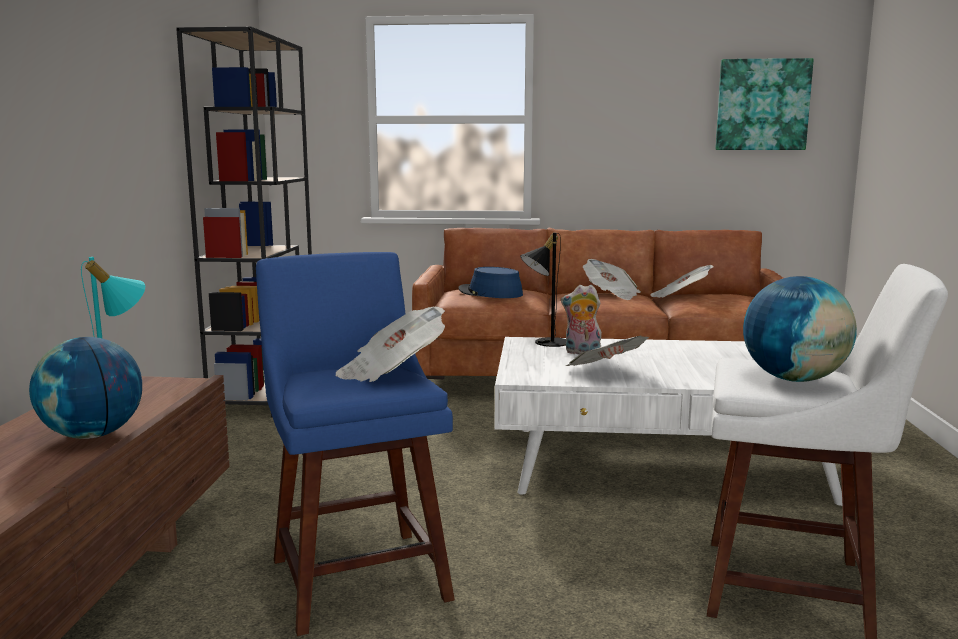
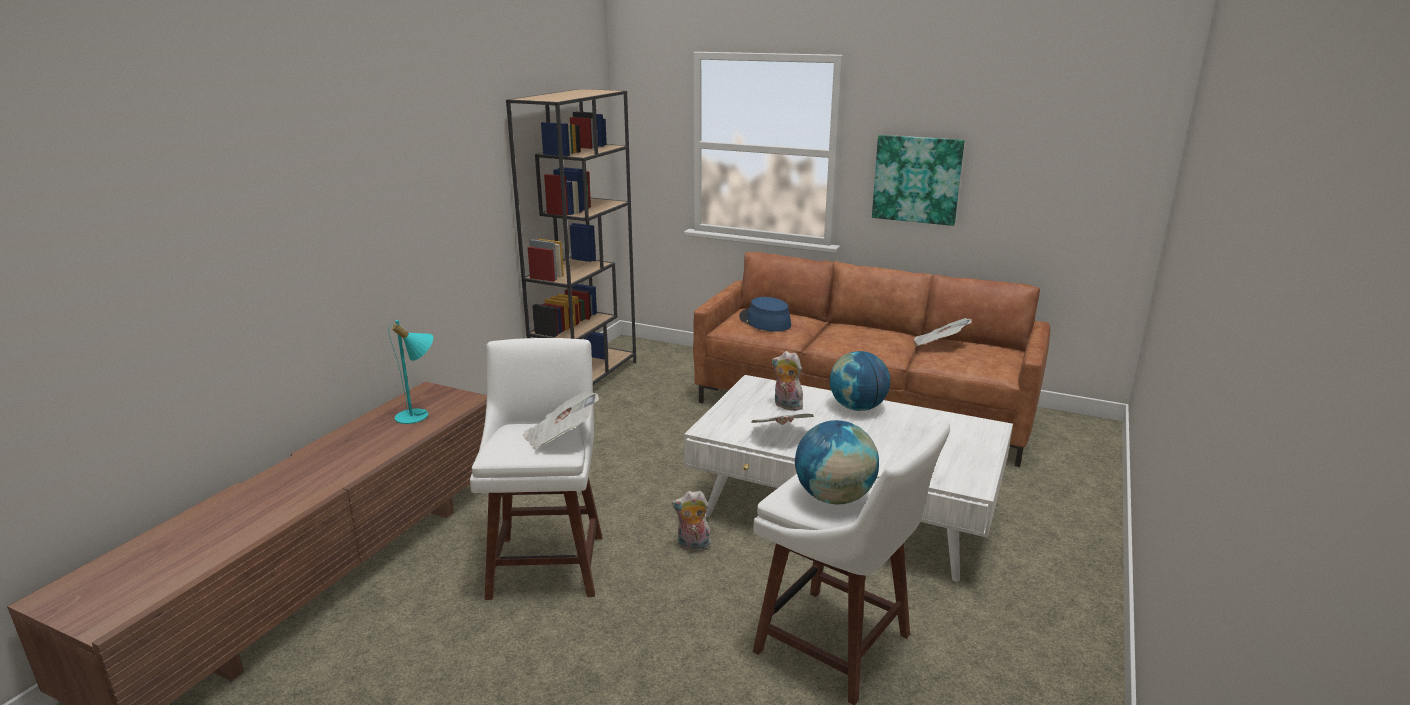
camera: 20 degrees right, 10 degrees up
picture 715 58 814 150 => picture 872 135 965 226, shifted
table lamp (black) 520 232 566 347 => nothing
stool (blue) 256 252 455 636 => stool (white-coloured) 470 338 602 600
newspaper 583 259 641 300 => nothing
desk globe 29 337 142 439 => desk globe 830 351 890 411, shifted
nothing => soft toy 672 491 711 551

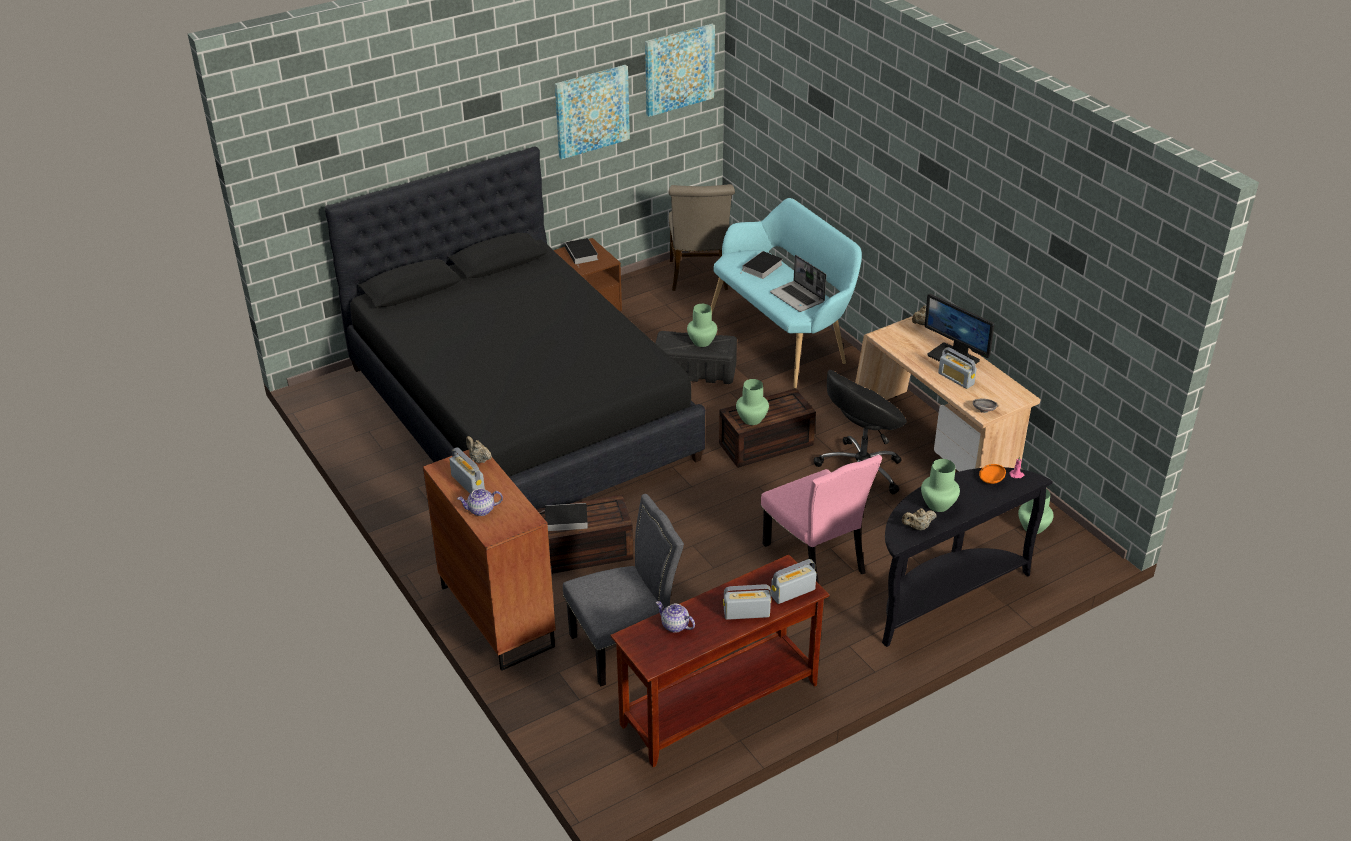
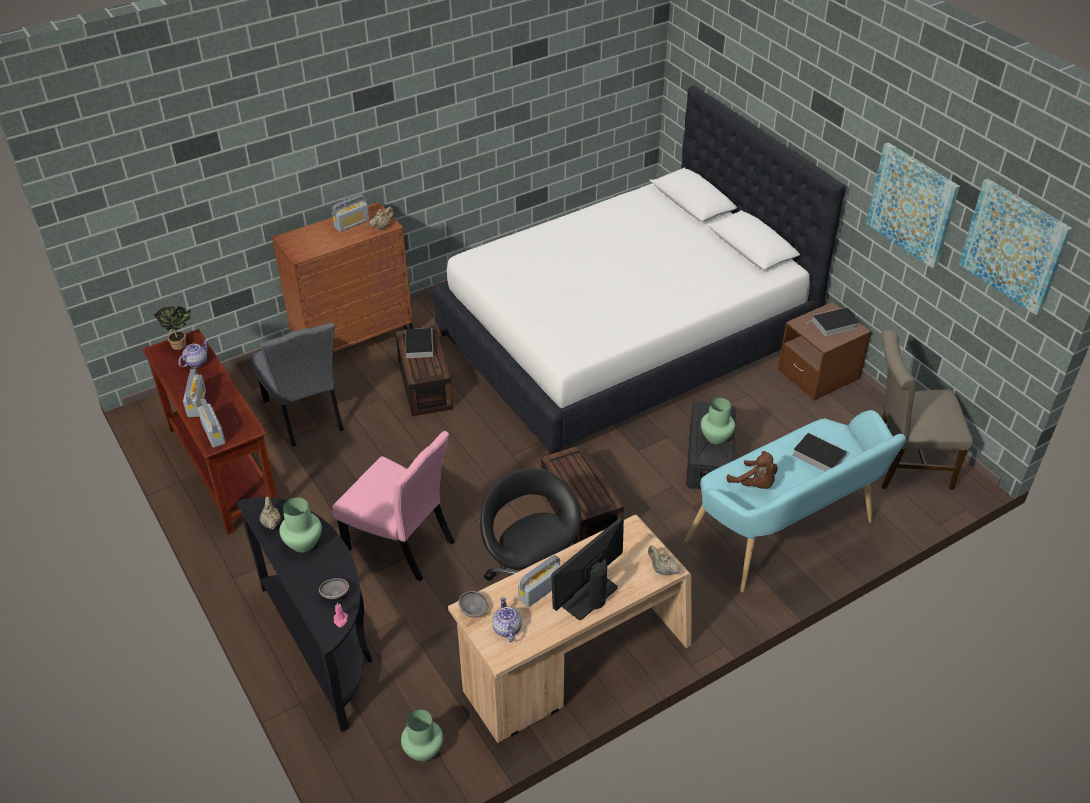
camera: 90 degrees right, 5 degrees up
bedroom bed (black) 325 147 705 509 => bedroom bed (white-coloured) 433 86 845 455
portable computer 770 255 826 312 => soft toy (brown-coloured) 727 451 778 489
decorative vase (greenish) 736 379 769 425 => nothing
chair (pinkish) 761 455 882 584 => chair (pinkish) 332 431 455 581, 120 degrees counterclockwise
serving bowl (orangey) 979 464 1006 484 => serving bowl (greyish) 319 578 349 599
tea pot 457 488 503 516 => tea pot 492 596 522 642, shifted
nothing => plant in a pot 154 306 191 350

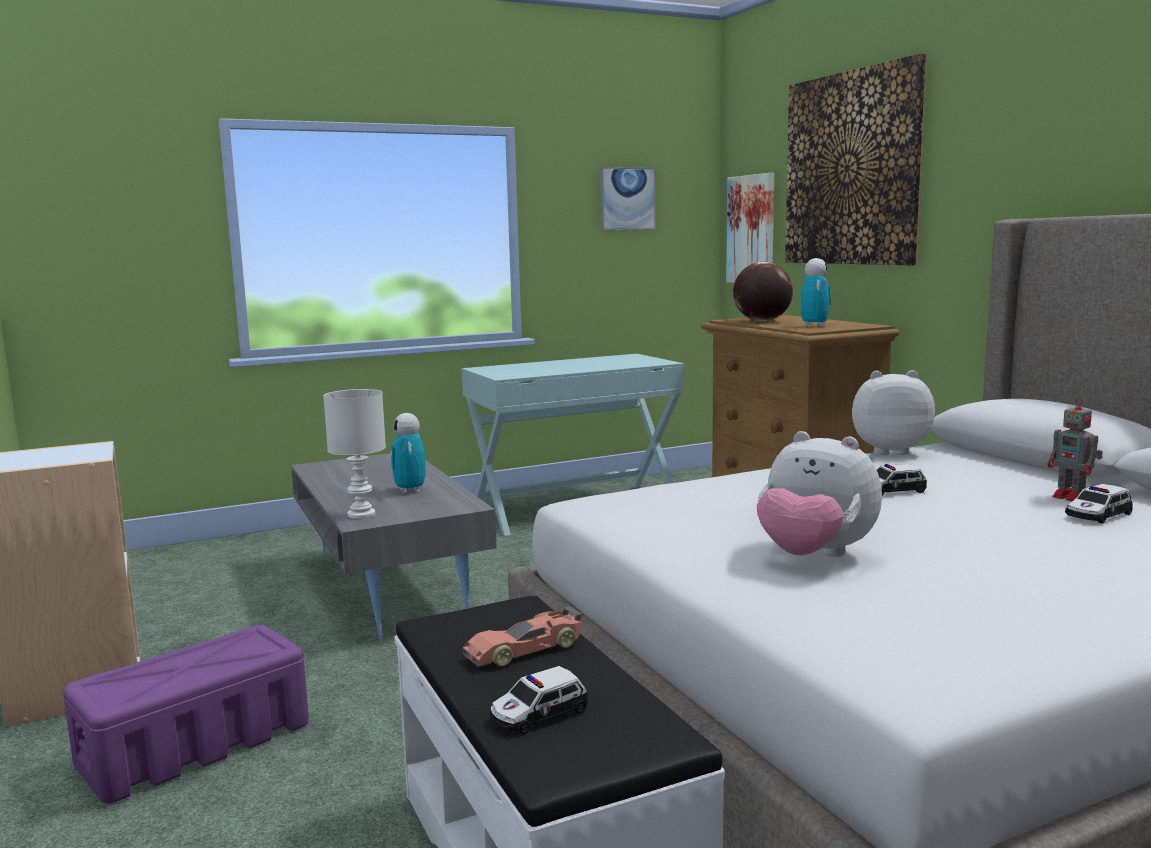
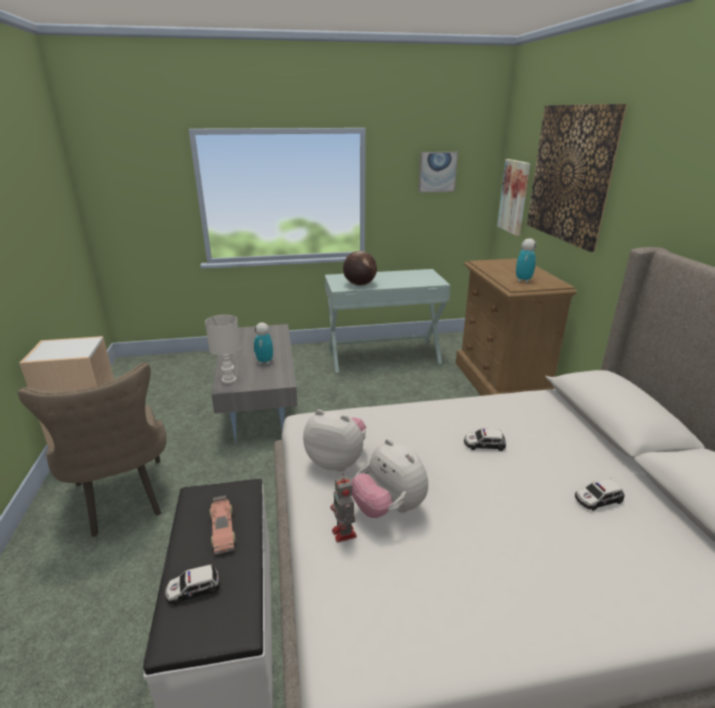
camera: 15 degrees right, 15 degrees up
desk globe 733 262 793 322 => desk globe 343 251 377 286, shifted
soft toy 852 370 935 455 => soft toy 303 409 366 471, shifted
model robot 1047 397 1103 501 => model robot 330 474 357 543, shifted
miniature car 463 606 582 667 => miniature car 210 495 236 554, 90 degrees counterclockwise
storage box (purplish) 63 625 309 804 => chair (beige-coloured) 18 362 167 536

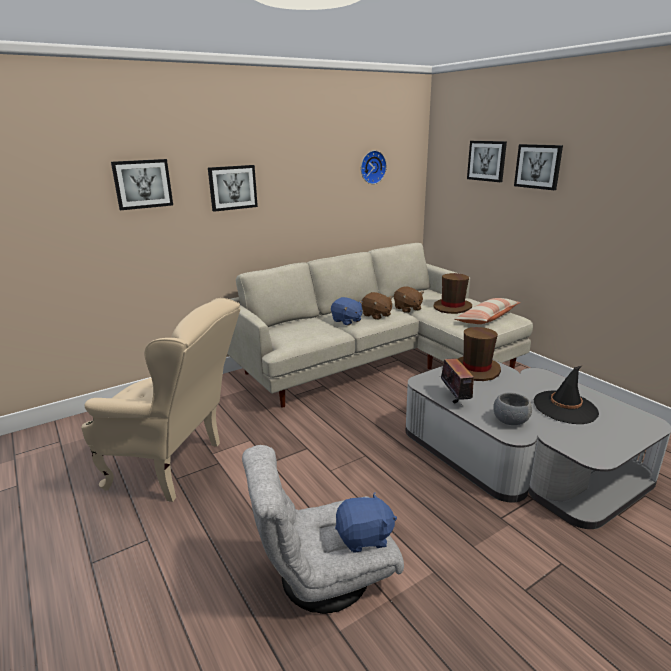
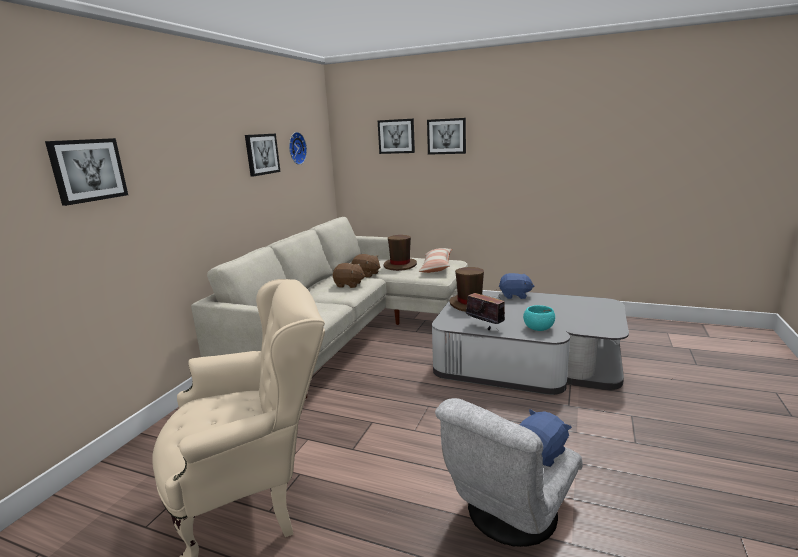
camera: 35 degrees left, 5 degrees down
picture 208 165 258 212 => picture 245 134 280 177, shifted
soft toy (blue) 331 297 363 326 => soft toy (blue) 499 273 534 299, shifted
hat (black) 534 365 599 424 => nothing
serving bowl (greyish) 493 393 532 425 => serving bowl (turquoise-coloured) 523 305 555 331

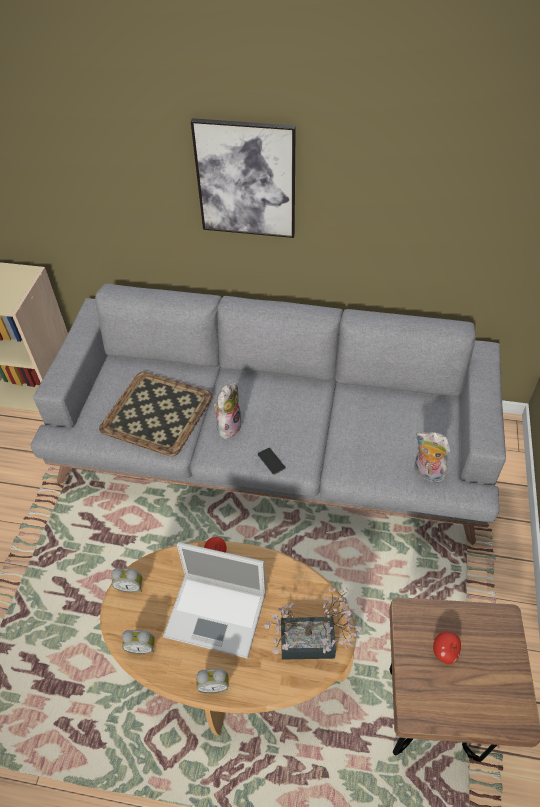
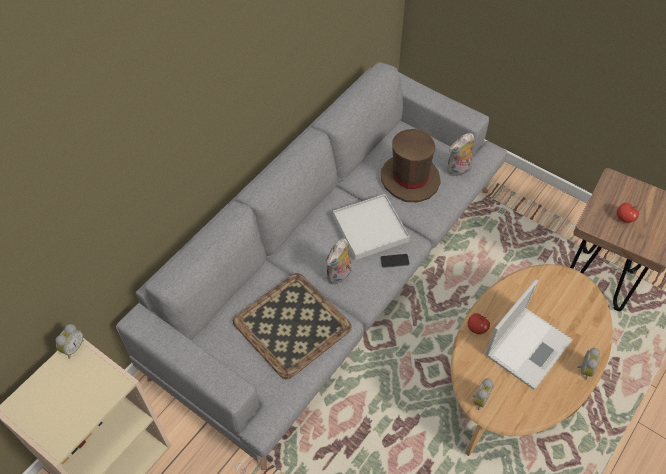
camera: 65 degrees left, 5 degrees up
picture 191 118 296 238 => nothing
soft toy 214 383 243 439 => soft toy 326 239 352 285, 105 degrees counterclockwise
plant in a pot 264 587 362 660 => nothing
table clock 122 630 155 654 => table clock 56 324 84 359, shifted
nothing => hat (brown-coloured) 381 129 441 202
nothing => carrying tray (white-coloured) 333 194 410 260

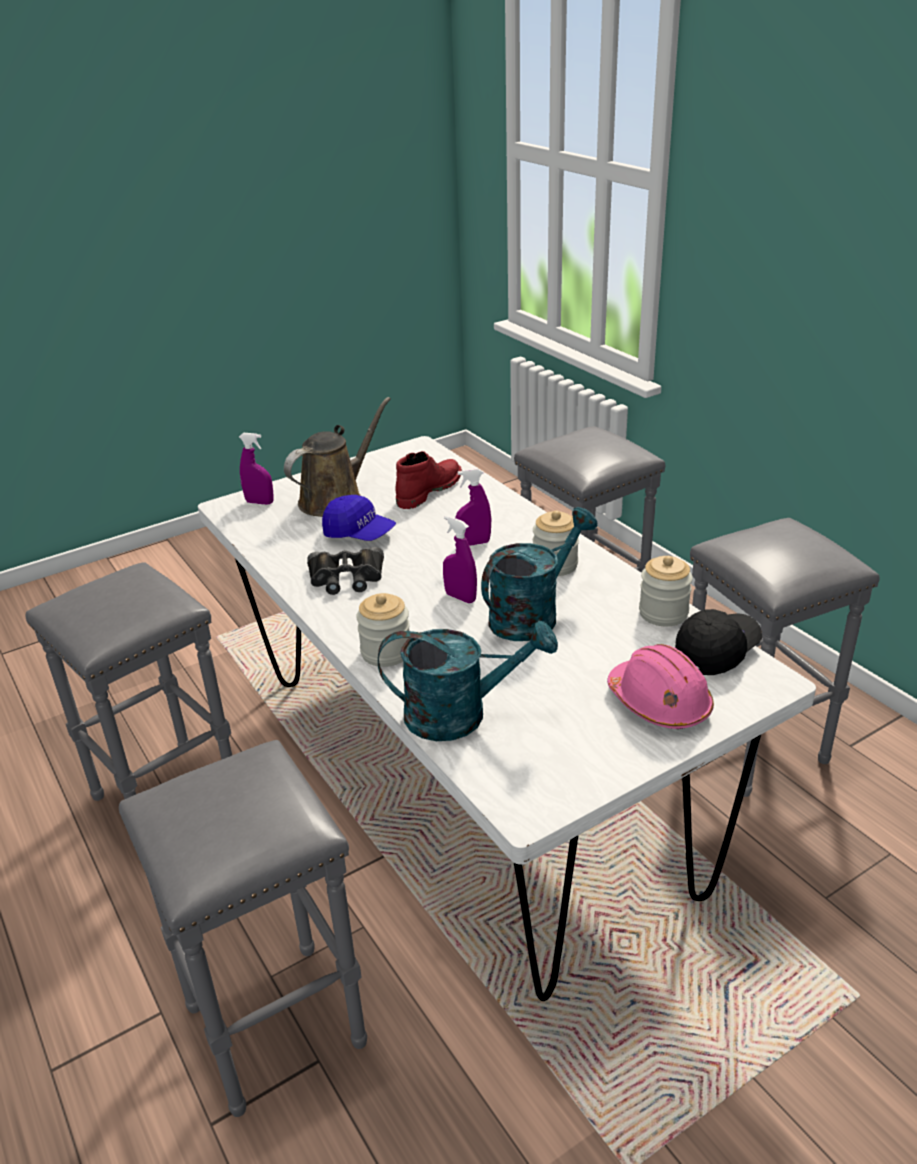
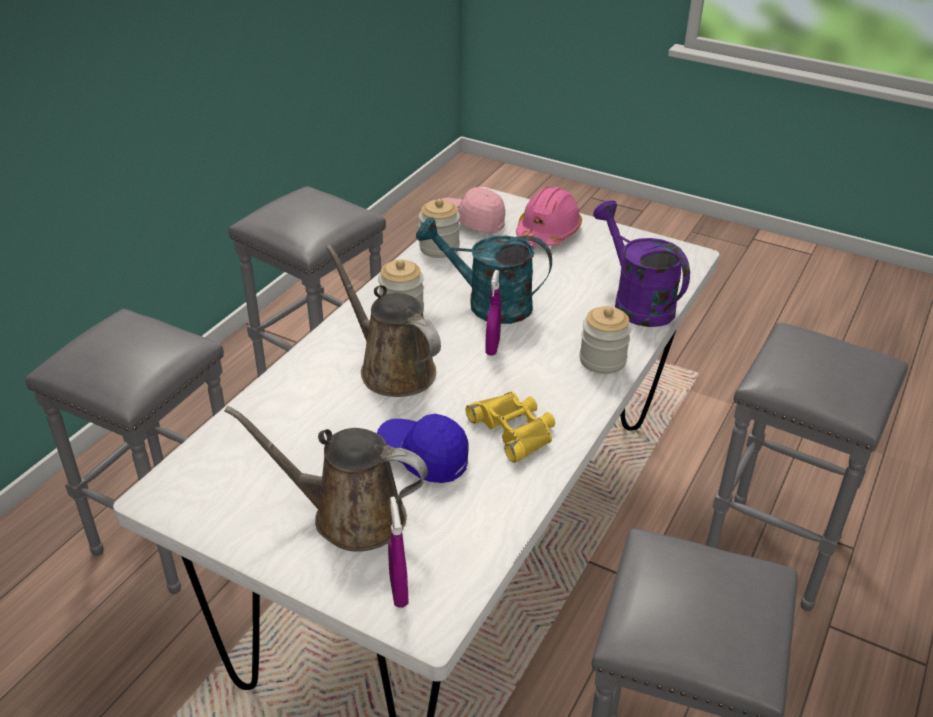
camera: 120 degrees left, 5 degrees up
boot (red) 396 451 462 509 => nothing
spray bottle (purplish) 455 468 491 546 => sprinkling can (brown-coloured) 326 245 441 397
cap (blue) 322 495 396 541 => cap (blue) 377 414 469 483, 60 degrees counterclockwise
binoculars (black) 307 547 384 595 => binoculars (yellow-coloured) 466 391 555 463
cap (black) 675 609 762 675 => cap (pinkish) 441 187 505 233
sprinkling can (turquoise-coloured) 378 621 558 741 => sprinkling can (purplish) 593 200 690 327

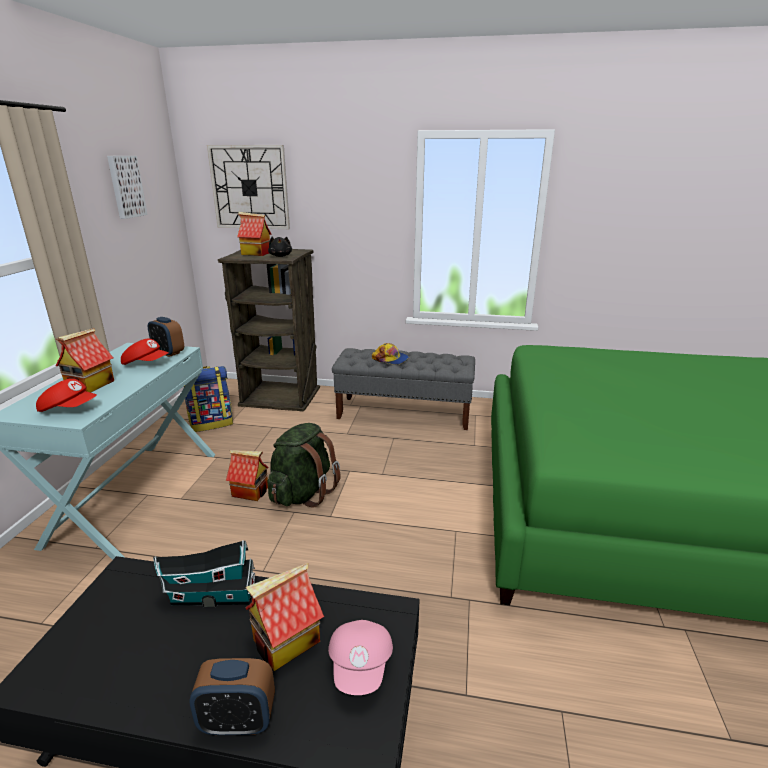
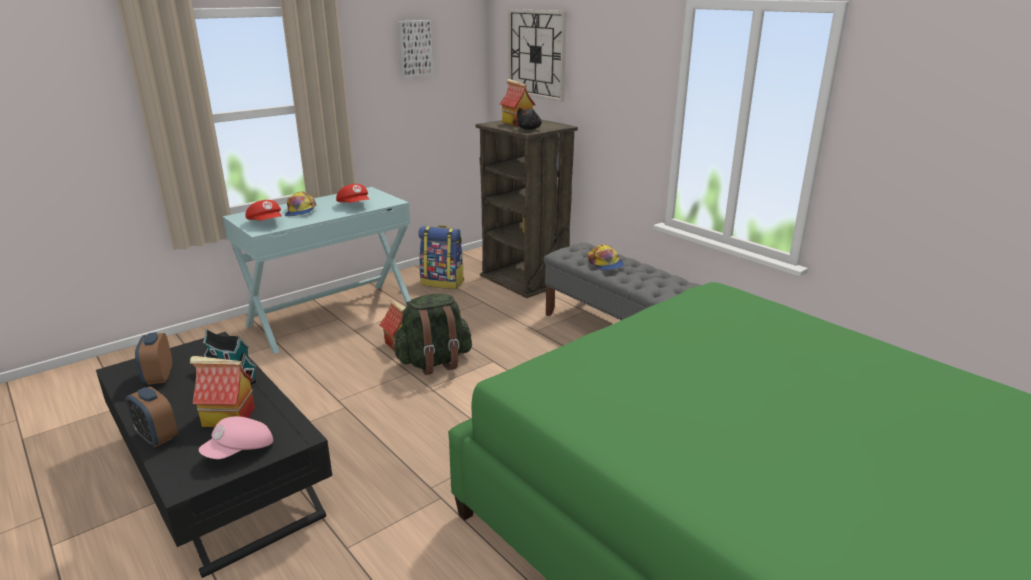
camera: 40 degrees right, 0 degrees up
table clock 148 317 184 357 => table clock 135 332 172 385, shifted
miniature house 56 328 114 392 => cap 284 192 316 216

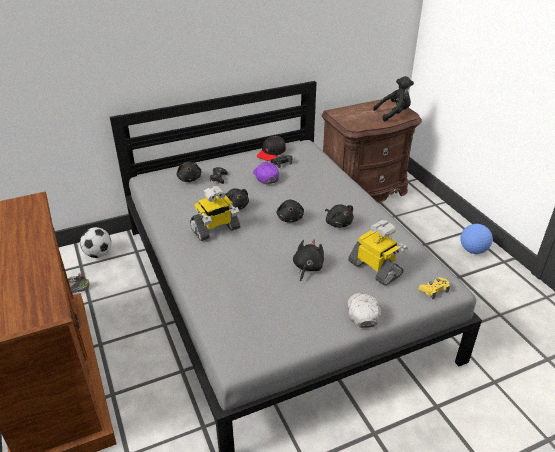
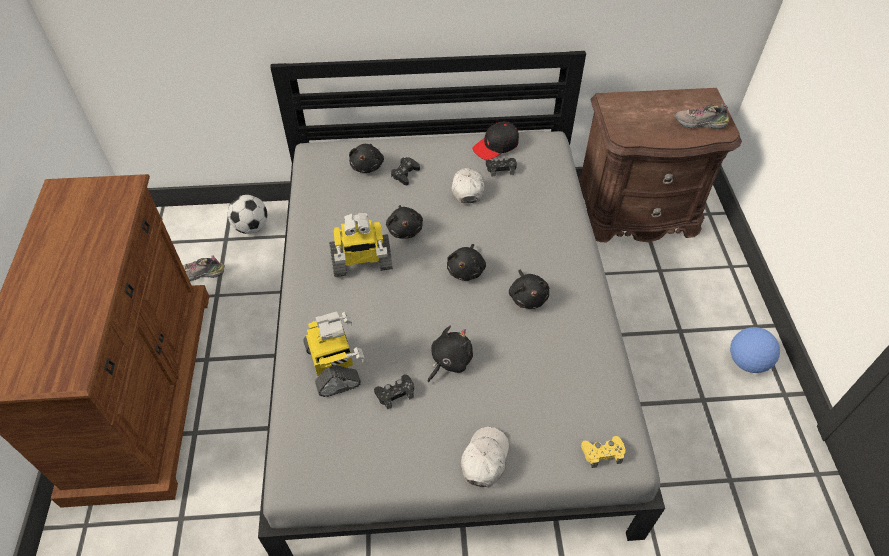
camera: 20 degrees right, 15 degrees up
soft toy (black) 373 76 414 121 => item of footwear 675 104 729 129
cap (purplish) 253 162 279 184 => cap (white-coloured) 452 168 485 204
model robot 348 220 408 286 => model robot 303 312 365 397, shifted
nothing => game controller (black) 374 374 414 409

